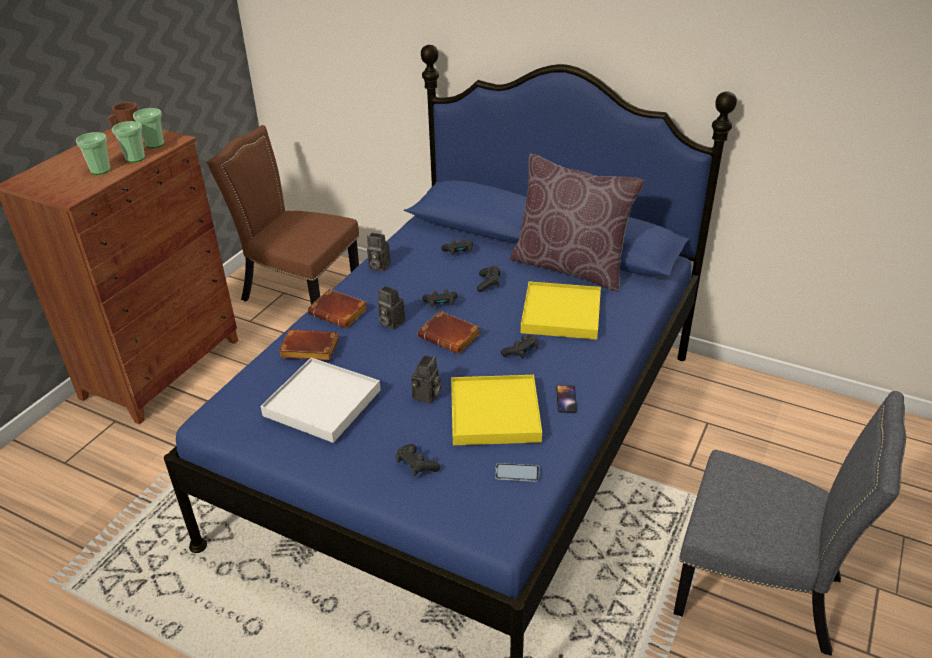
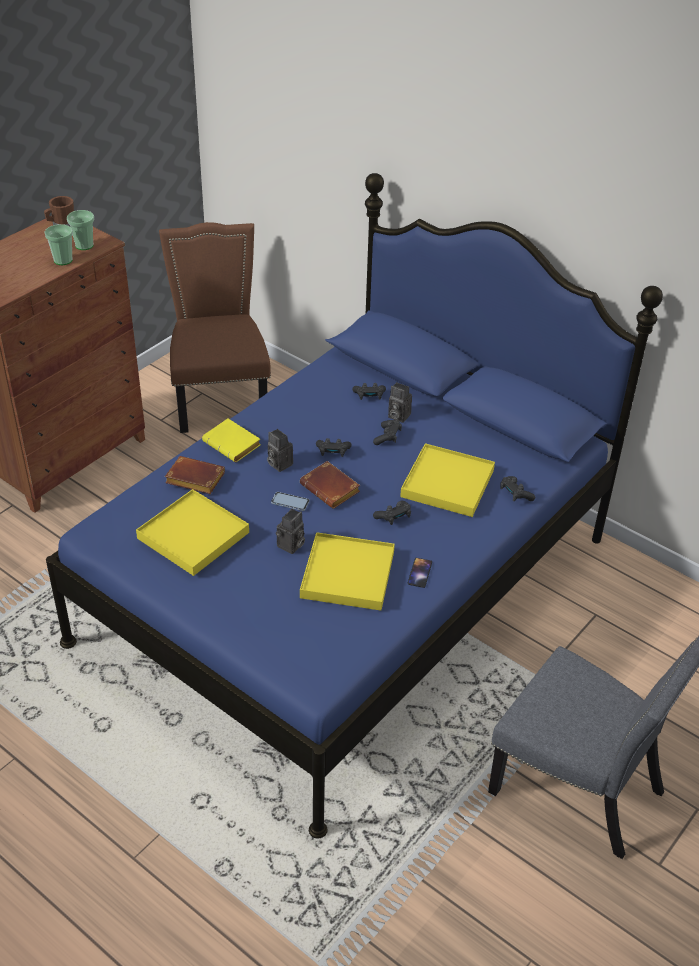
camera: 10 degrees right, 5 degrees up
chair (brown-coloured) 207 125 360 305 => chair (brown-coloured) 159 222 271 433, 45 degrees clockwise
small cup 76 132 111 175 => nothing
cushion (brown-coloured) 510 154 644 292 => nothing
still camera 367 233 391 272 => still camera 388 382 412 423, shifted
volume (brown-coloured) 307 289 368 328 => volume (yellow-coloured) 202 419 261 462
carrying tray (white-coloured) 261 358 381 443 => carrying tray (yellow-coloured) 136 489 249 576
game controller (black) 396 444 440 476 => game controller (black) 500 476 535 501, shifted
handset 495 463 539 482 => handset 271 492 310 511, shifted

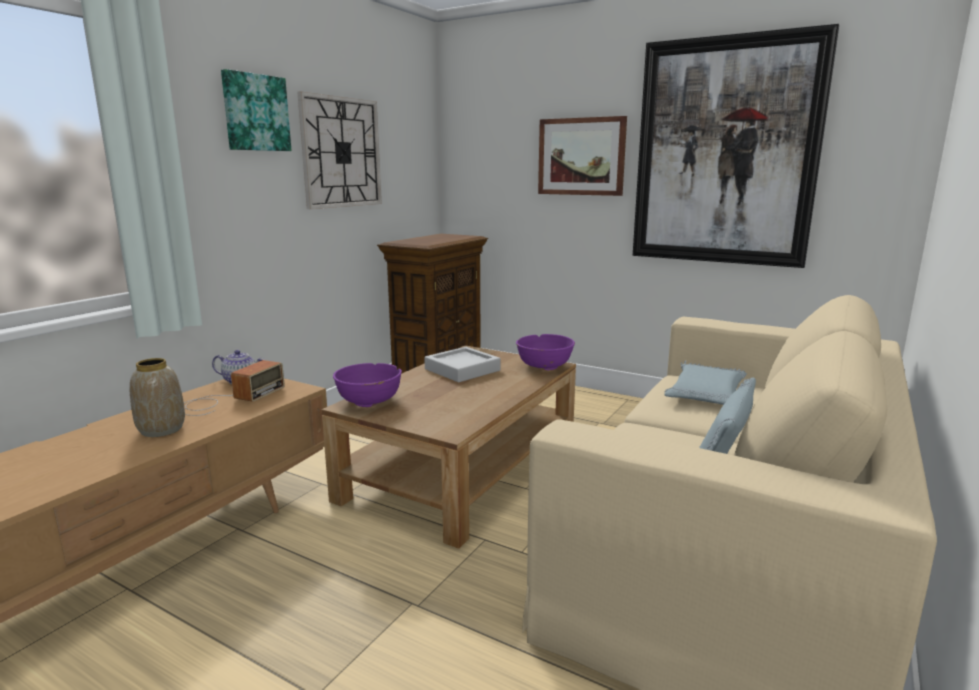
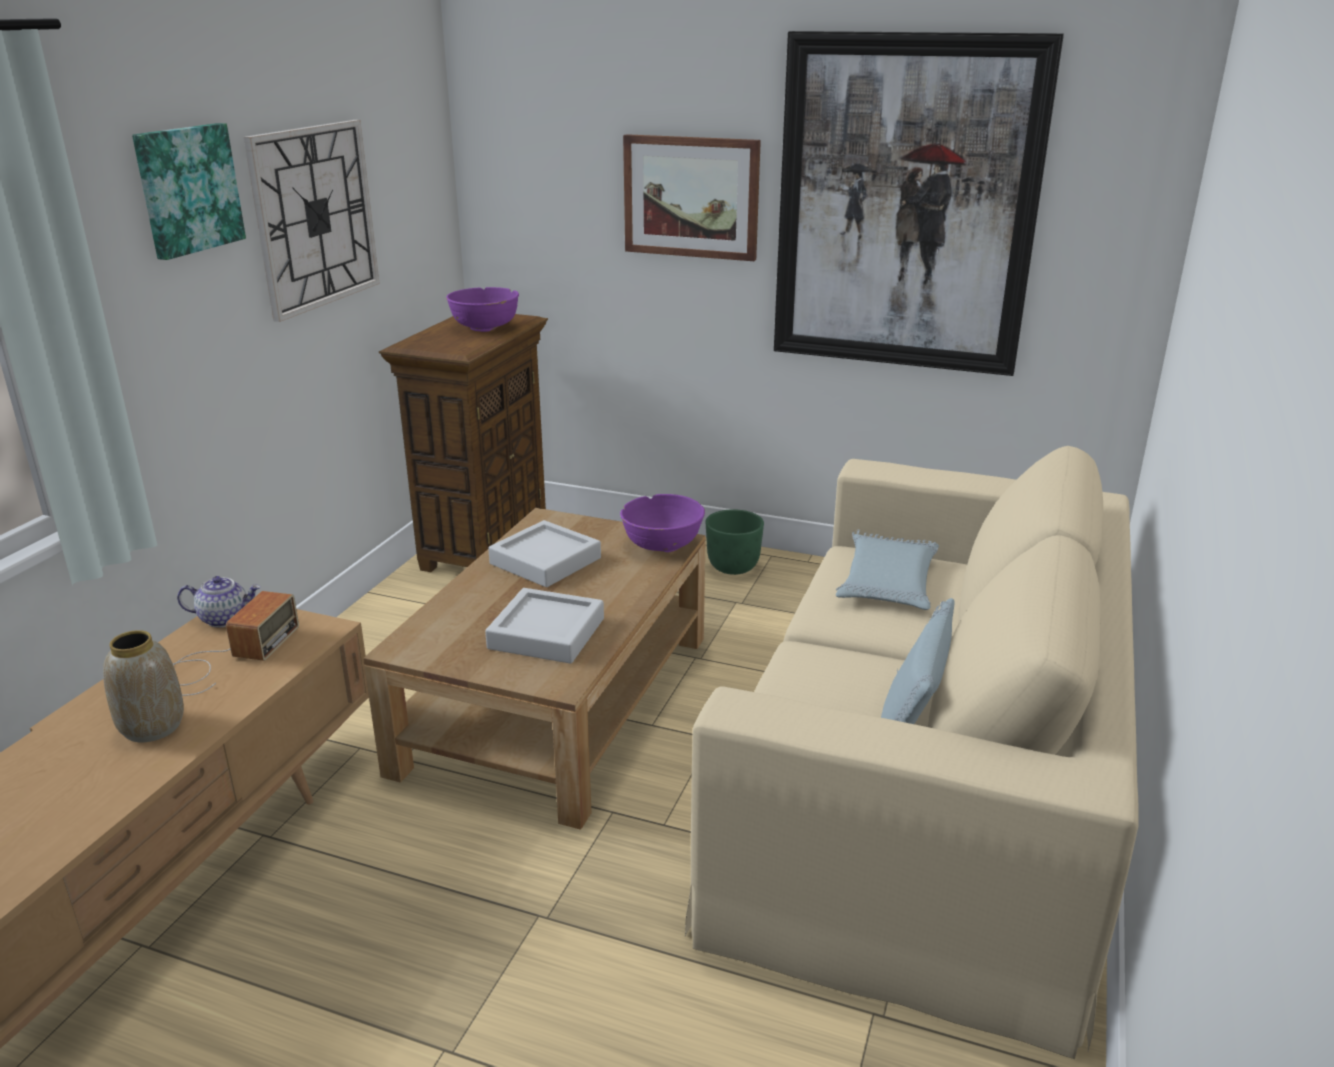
camera: 10 degrees left, 10 degrees up
serving bowl (purplish) 333 363 402 407 => serving bowl (purplish) 446 287 519 332, shifted
nothing => flower pot (greenish) 705 509 764 575
nothing => carrying tray (greyish) 485 588 604 664

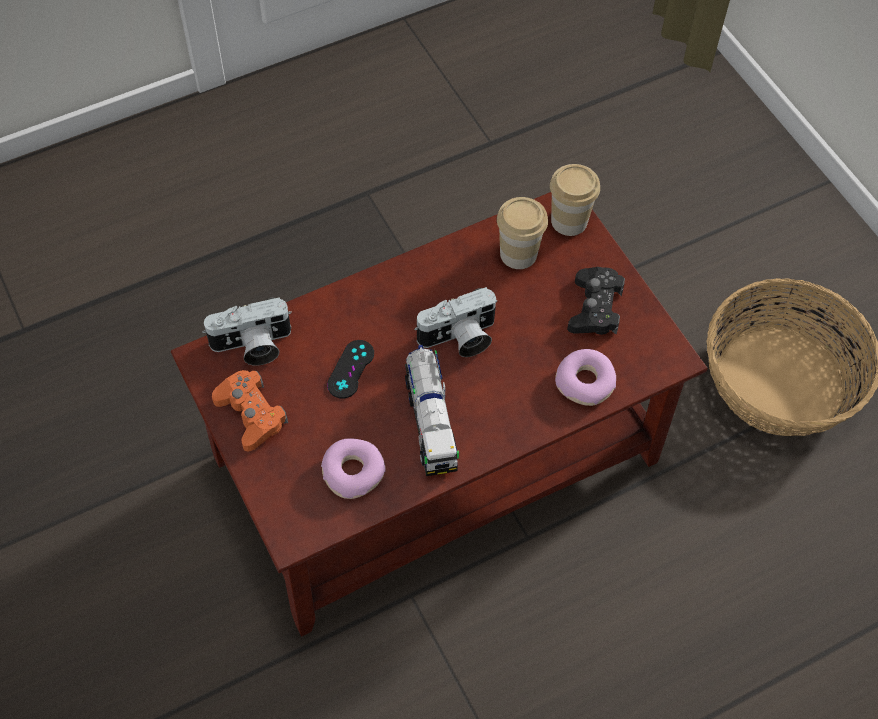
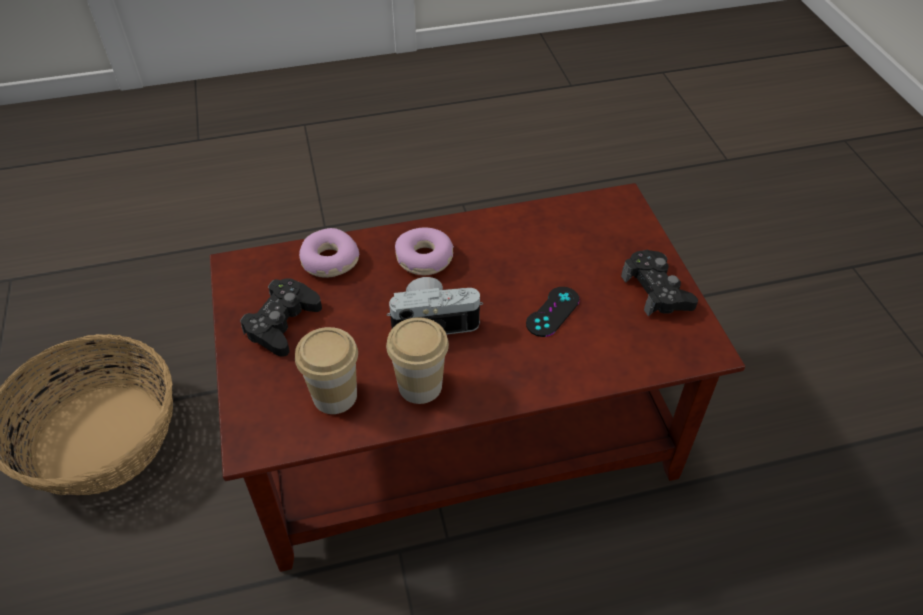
camera: 165 degrees left, 10 degrees down
small cup 550 164 600 236 => small cup 386 317 449 404, shifted
still camera 202 297 292 366 => nothing
model truck 405 345 459 476 => nothing
game controller (orangey) 212 370 288 452 => game controller (black) 621 250 698 317
ring doughnut 321 438 386 499 => ring doughnut 395 227 454 275, shifted

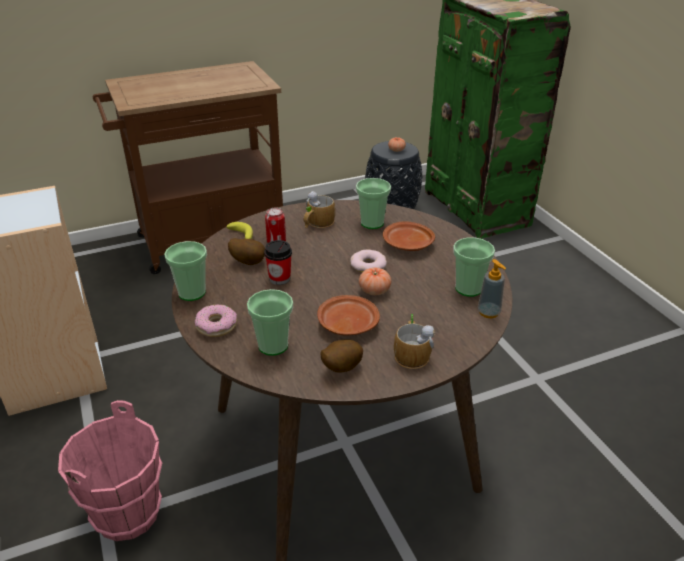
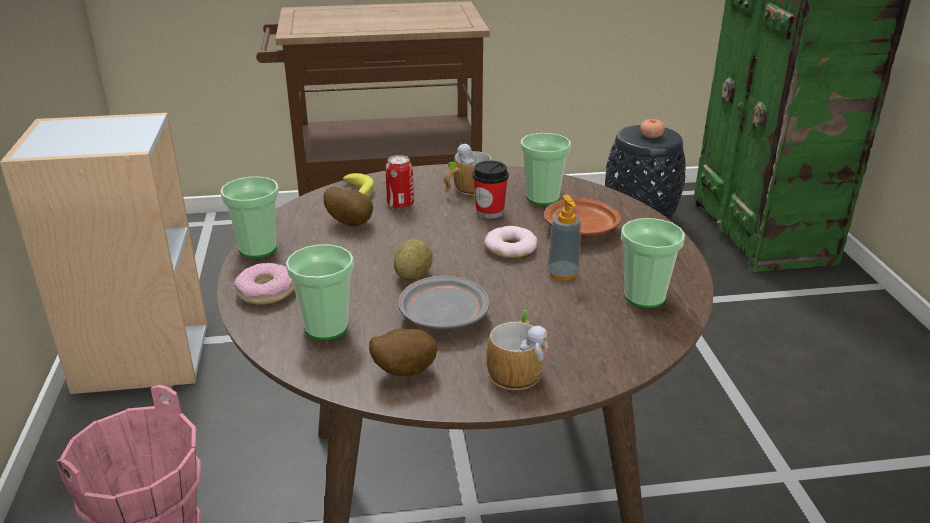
camera: 15 degrees right, 5 degrees down
small cup 264 240 292 285 => small cup 472 161 509 219, shifted
soap dispenser 478 259 506 318 => soap dispenser 547 195 581 281, shifted
fresh tomato 359 267 391 295 => nothing
dinner plate (brown-coloured) 317 295 380 336 => dinner plate (greyish) 398 276 489 330
nothing => spud 394 239 433 280

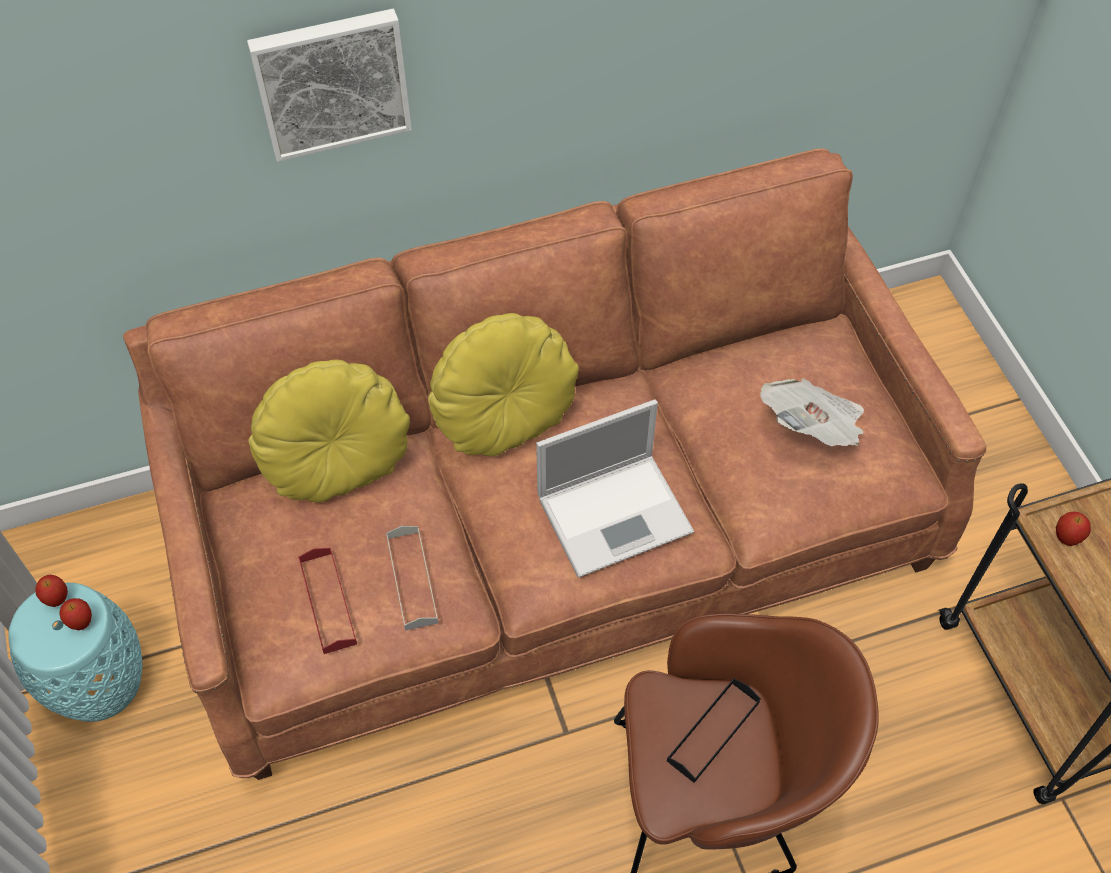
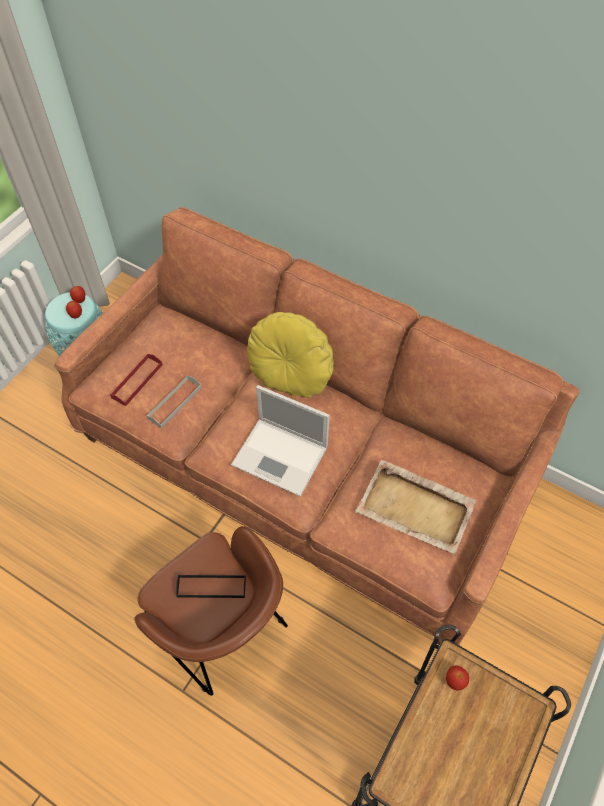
camera: 50 degrees right, 0 degrees up
picture 247 9 412 162 => nothing
cushion (yellow-coloured) 248 359 410 502 => nothing
newspaper 760 378 864 446 => carrying tray (beige-coloured) 355 460 477 554

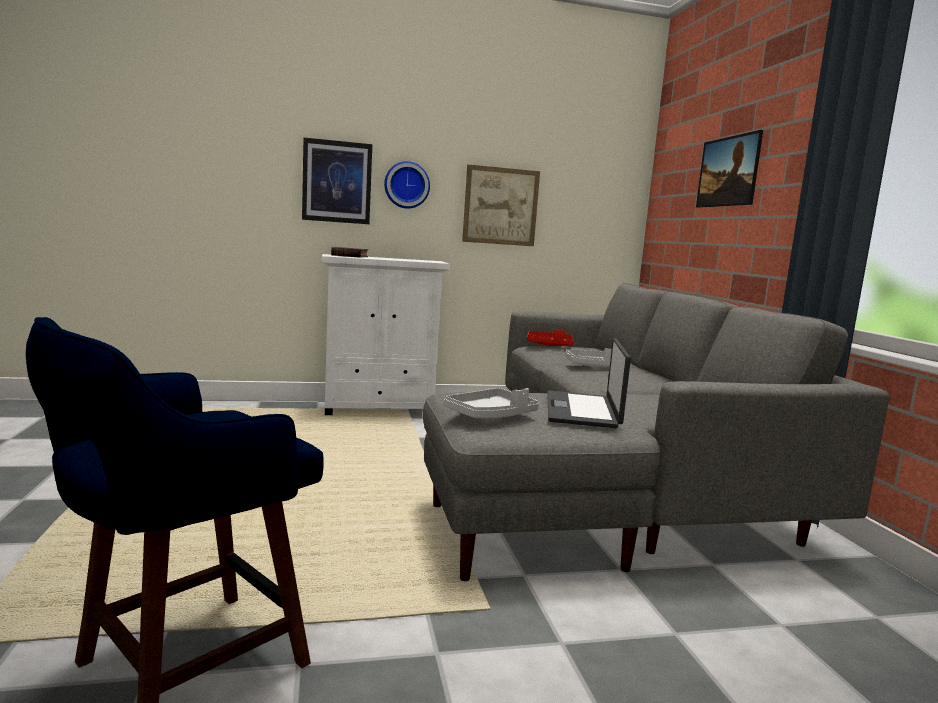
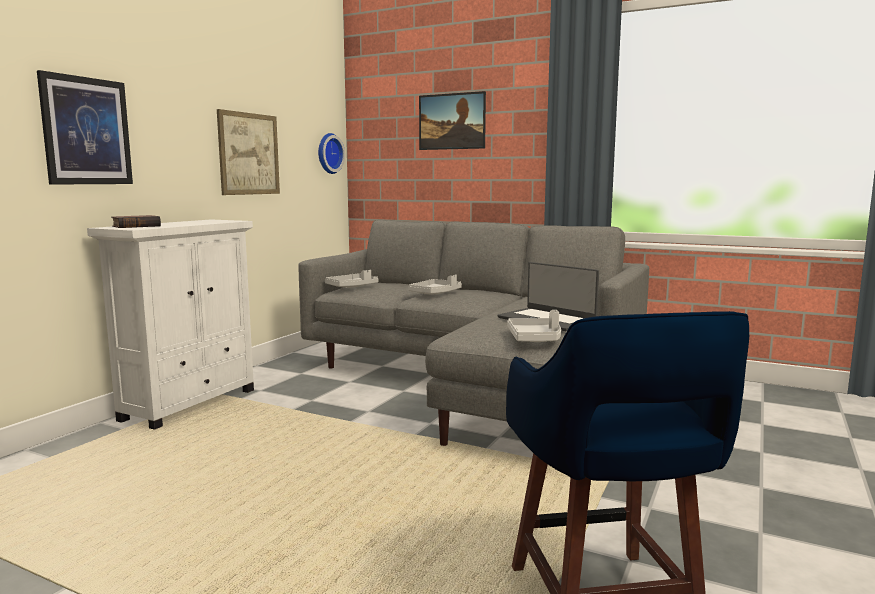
camera: 50 degrees left, 0 degrees up
hanging clock 384 161 430 209 => hanging clock 318 133 345 174, shifted
carrying tray (red) 527 329 573 346 => carrying tray (greyish) 325 270 379 288

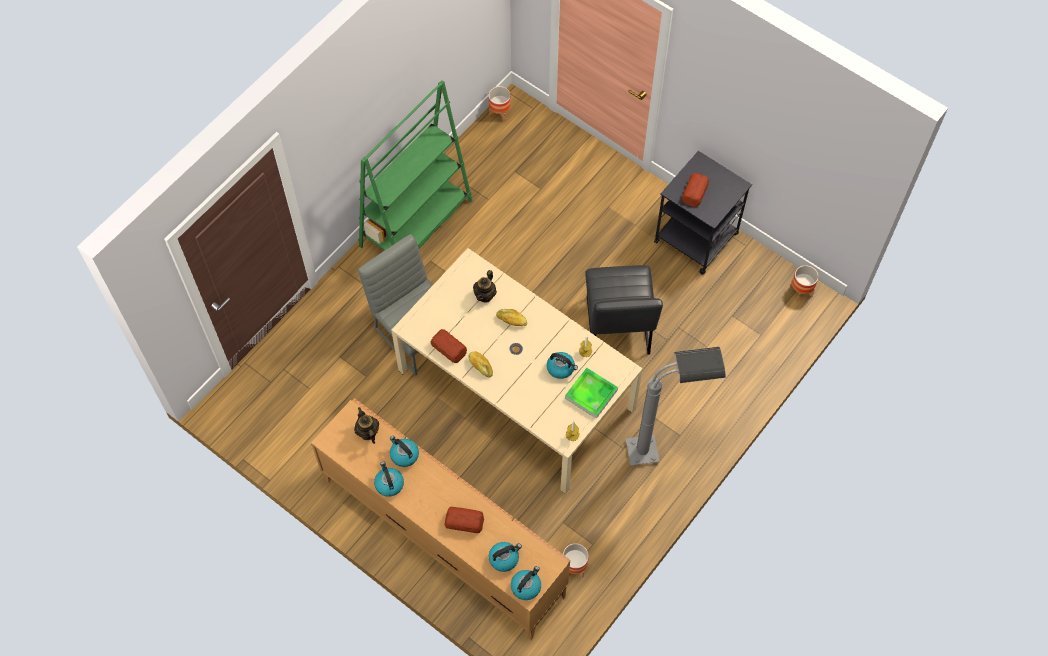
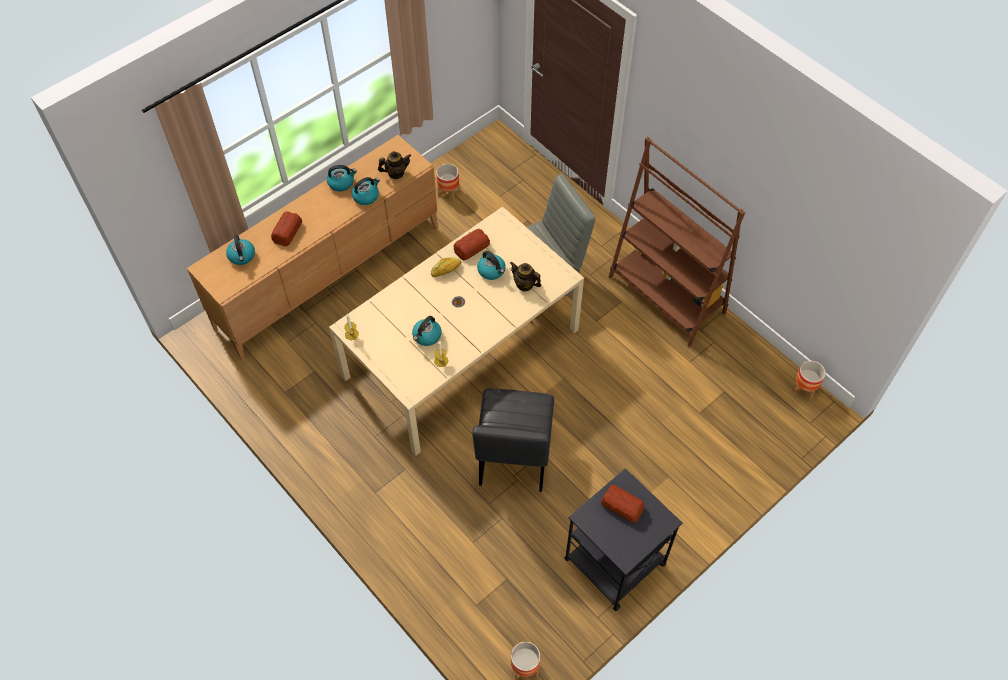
camera: 100 degrees right, 5 degrees down
bookshelf (greenish) 358 80 472 250 => bookshelf (brown-coloured) 609 137 745 347
chair (greyish) 585 265 663 356 => chair (greyish) 472 388 554 492, 90 degrees counterclockwise
bread 496 309 527 326 => nothing
standing lamp (greyish) 626 347 726 465 => nothing
carrying tray 565 367 618 419 => nothing
flower pot 563 543 589 577 => flower pot 436 164 459 200, shifted
water kettle 511 566 541 600 => water kettle 477 251 506 280, shifted

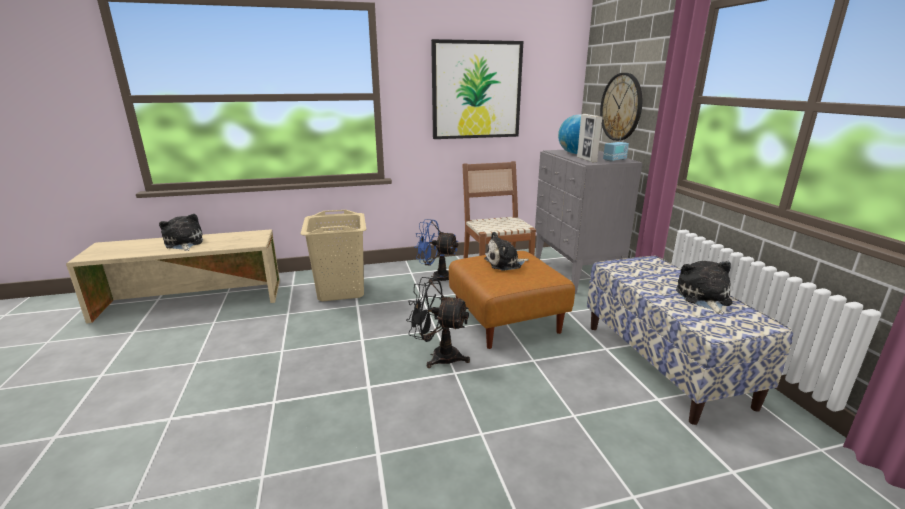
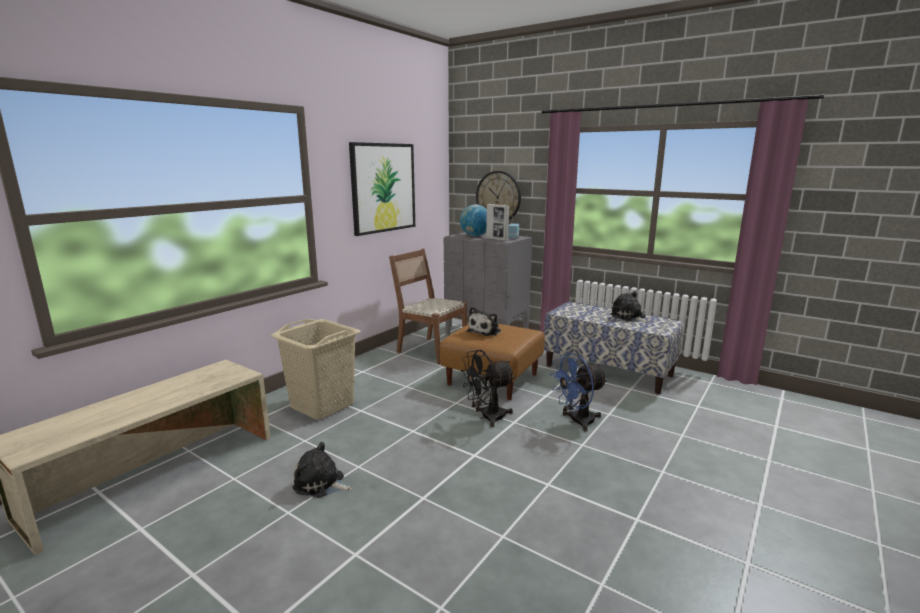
camera: 40 degrees left, 5 degrees down
soft toy 159 214 203 251 => soft toy 292 442 352 498, shifted
cooling fan (blue) 415 219 458 282 => cooling fan (blue) 549 353 608 431, shifted

